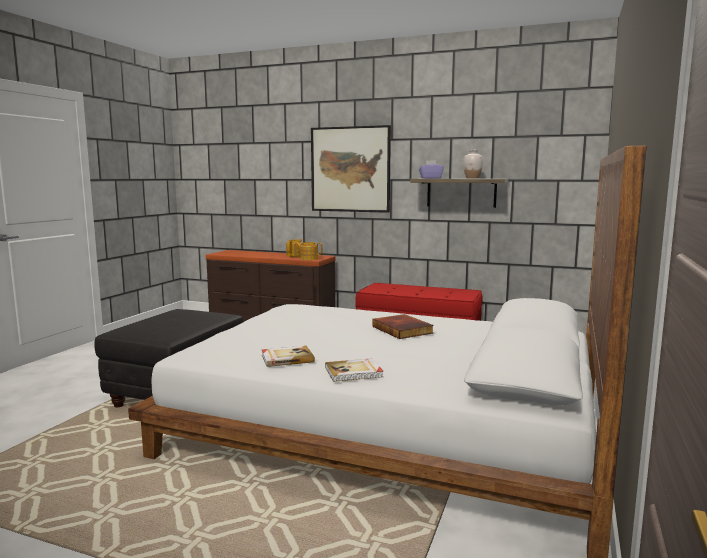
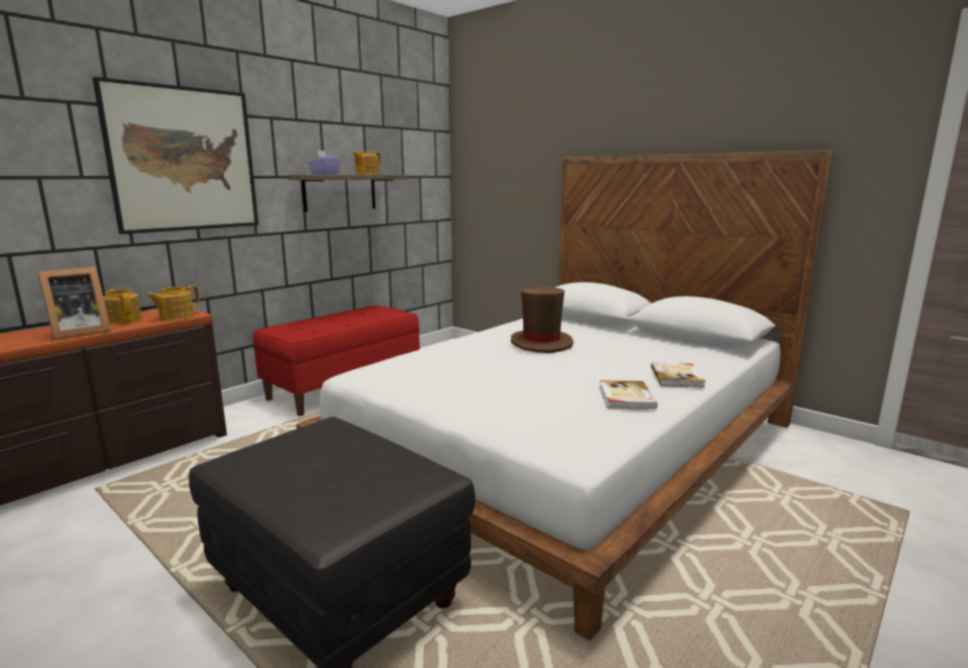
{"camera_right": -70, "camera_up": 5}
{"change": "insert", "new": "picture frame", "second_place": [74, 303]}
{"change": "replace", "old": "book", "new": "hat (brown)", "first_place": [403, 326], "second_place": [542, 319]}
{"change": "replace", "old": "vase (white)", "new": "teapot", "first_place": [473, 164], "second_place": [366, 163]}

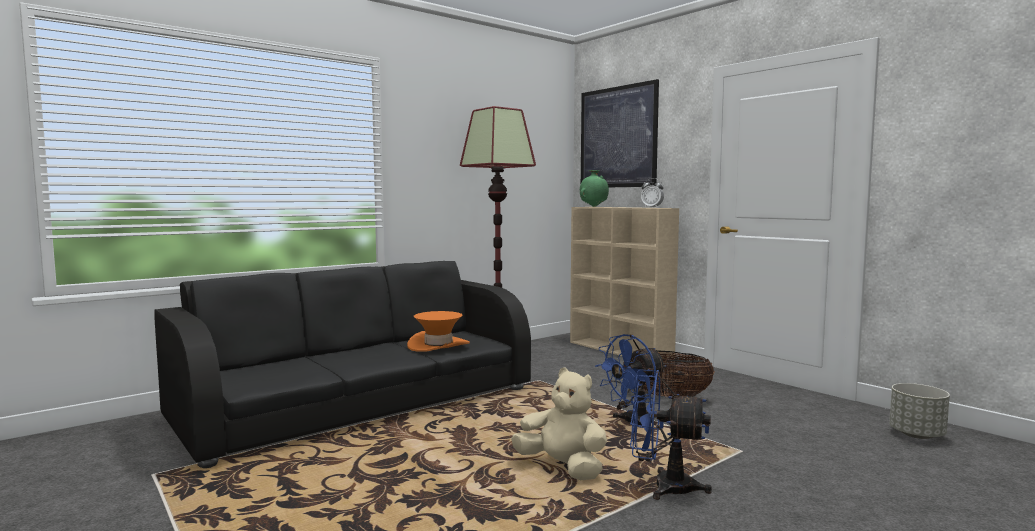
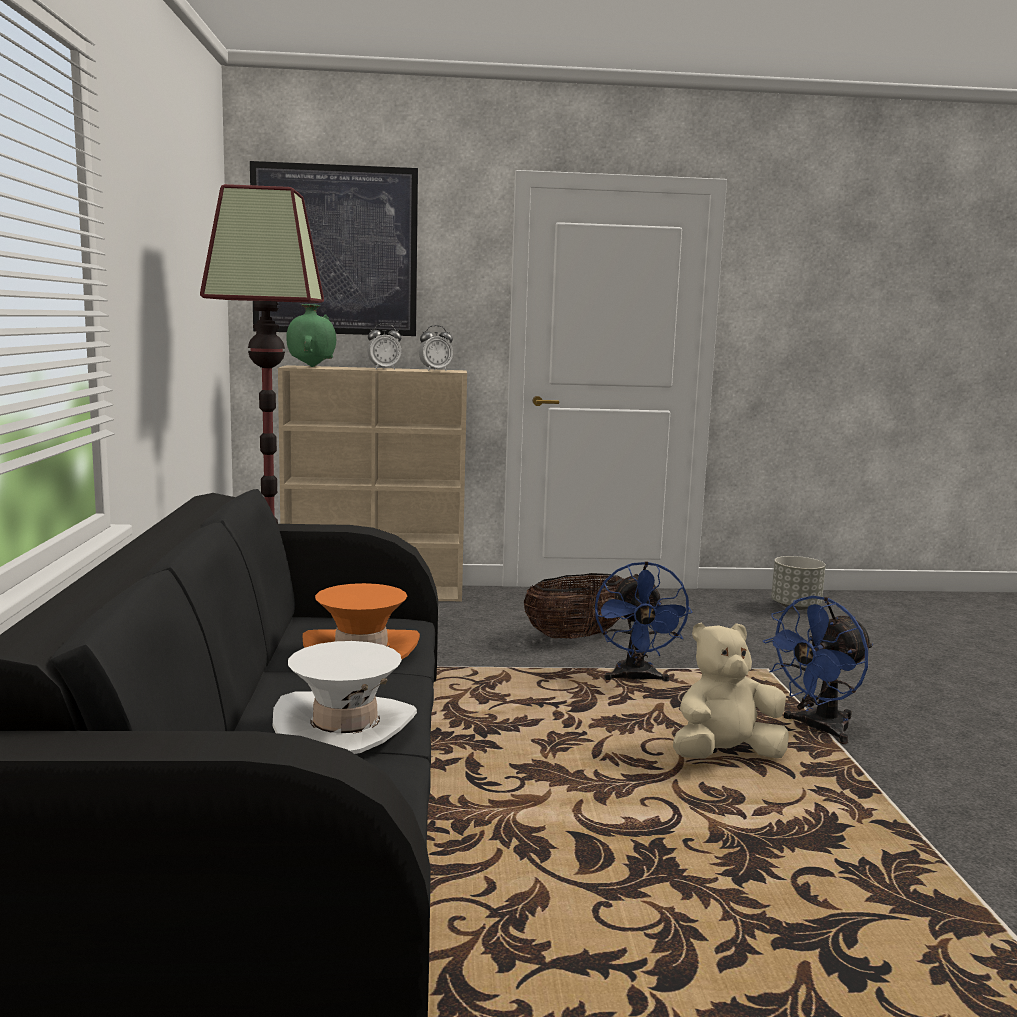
{"camera_right": -55, "camera_up": 5}
{"change": "insert", "new": "hat (white)", "second_place": [345, 697]}
{"change": "insert", "new": "alarm clock", "second_place": [384, 346]}

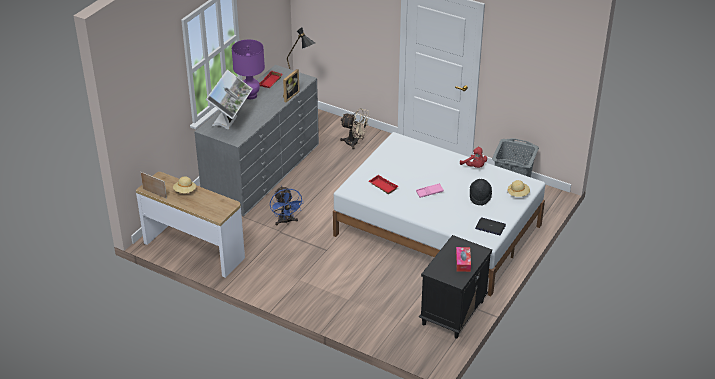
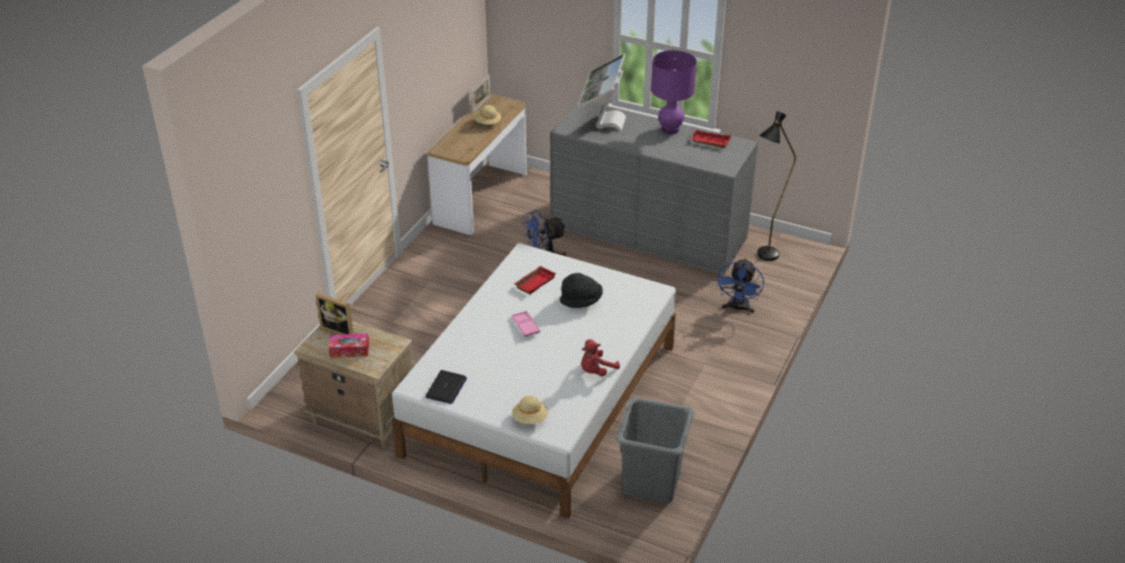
{"camera_right": 85, "camera_up": 0}
{"change": "move", "old": "picture frame", "first_place": [291, 85], "second_place": [335, 313]}
{"change": "move", "old": "hat (black)", "first_place": [481, 192], "second_place": [581, 290]}
{"change": "recolor", "old": "fan (beige)", "new": "fan (blue)", "first_place": [355, 128], "second_place": [740, 285]}
{"change": "recolor", "old": "nightstand (black)", "new": "nightstand (beige)", "first_place": [455, 287], "second_place": [353, 385]}
{"change": "rotate", "old": "monitor", "first_place": [229, 99], "second_place": [601, 92], "degrees": 90}

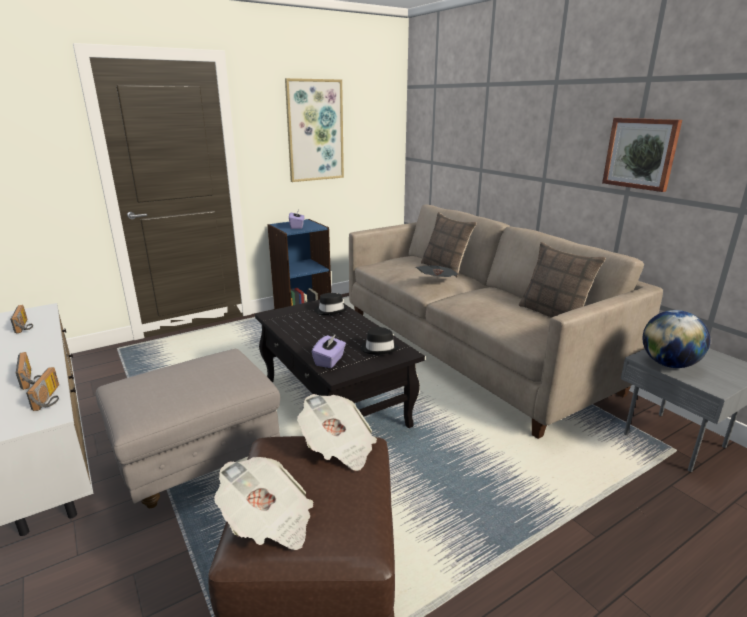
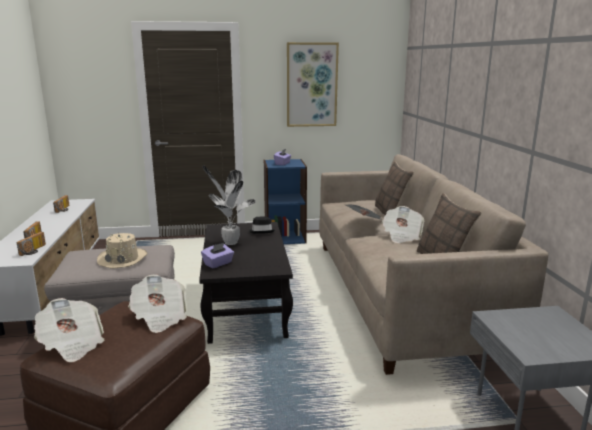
{"camera_right": 25, "camera_up": -5}
{"change": "delete", "old": "hat (black)", "first_place": [379, 340]}
{"change": "delete", "old": "picture", "first_place": [642, 155]}
{"change": "delete", "old": "globe", "first_place": [676, 339]}
{"change": "insert", "new": "hat (beige)", "second_place": [122, 250]}
{"change": "insert", "new": "potted plant", "second_place": [229, 205]}
{"change": "insert", "new": "newspaper", "second_place": [403, 224]}

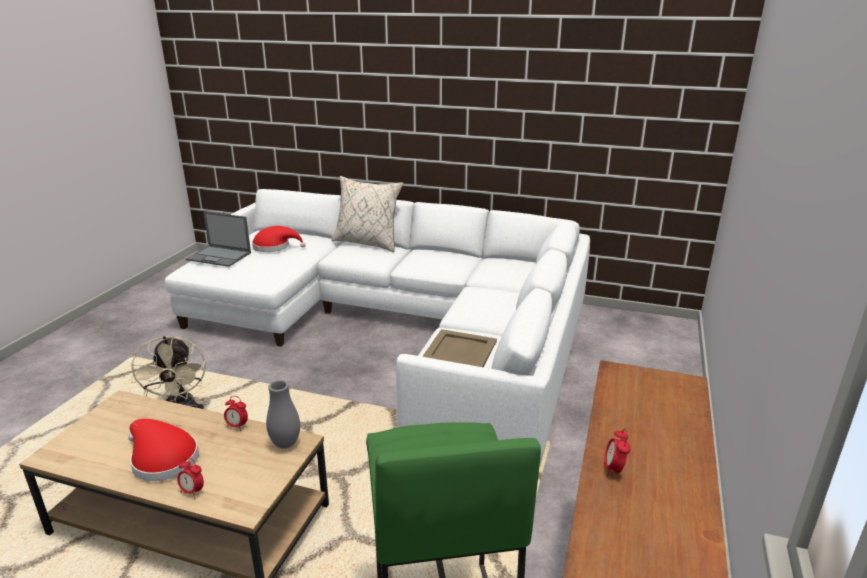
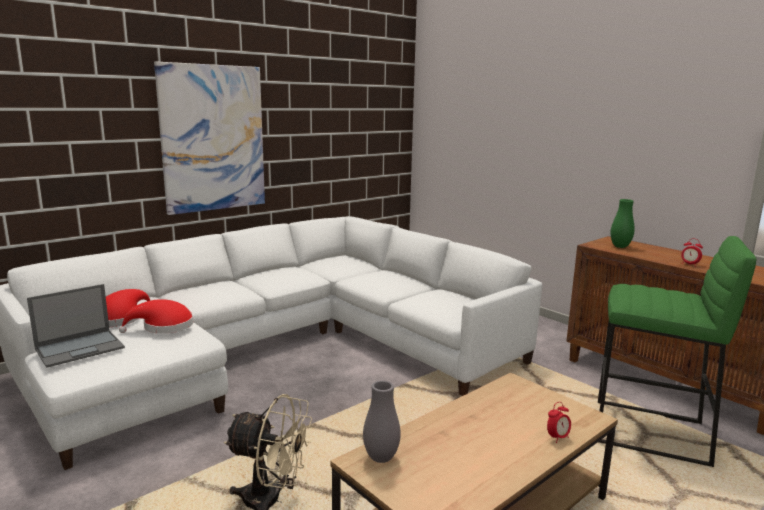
{"camera_right": -60, "camera_up": -10}
{"change": "delete", "old": "alarm clock", "first_place": [236, 413]}
{"change": "delete", "old": "pillow (beige)", "first_place": [367, 214]}
{"change": "delete", "old": "tray (beige)", "first_place": [459, 348]}
{"change": "insert", "new": "picture", "second_place": [209, 138]}
{"change": "insert", "new": "vase (green)", "second_place": [623, 223]}
{"change": "move", "old": "hat (red)", "first_place": [163, 450], "second_place": [156, 316]}
{"change": "move", "old": "vase (grey)", "first_place": [283, 414], "second_place": [382, 421]}

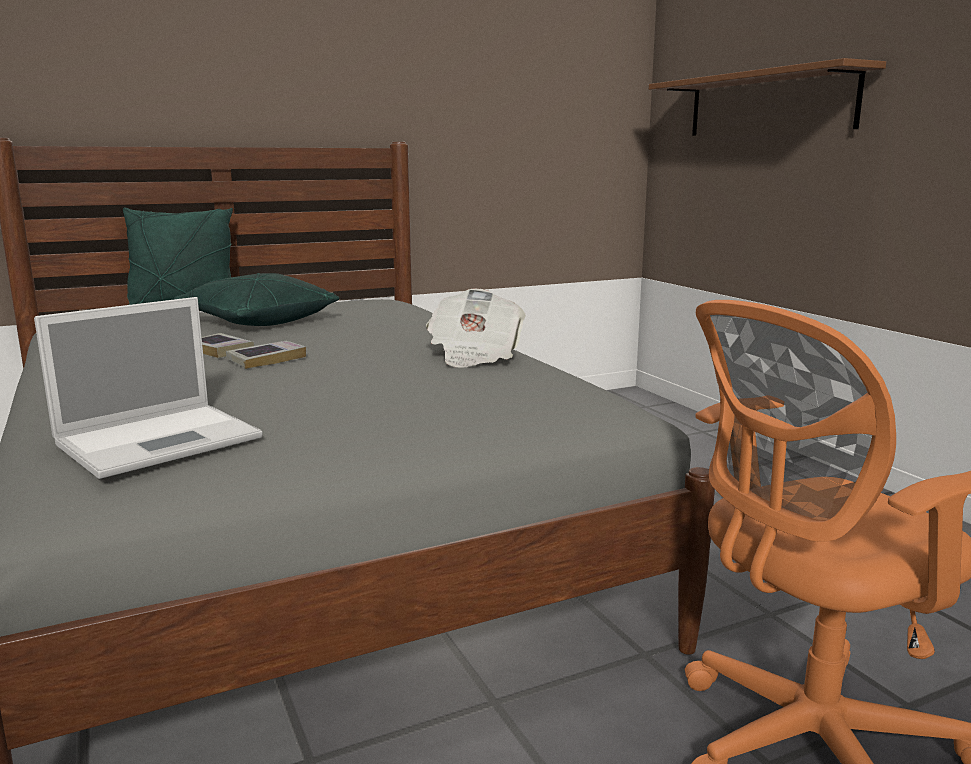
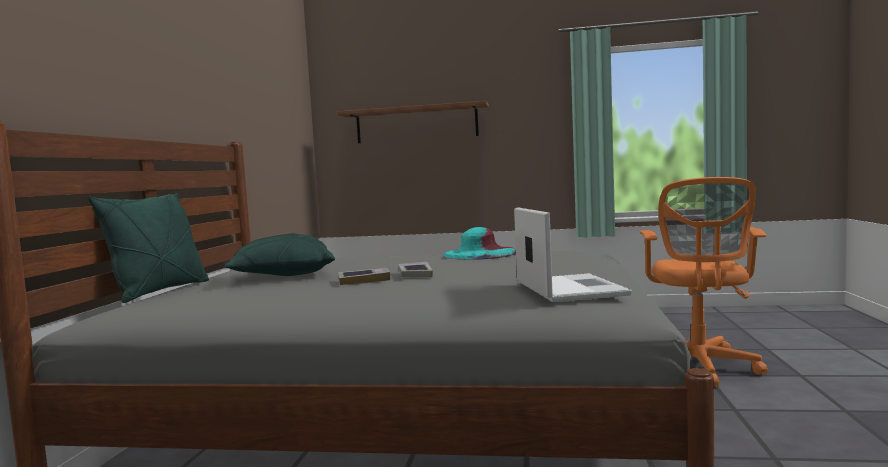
{"camera_right": -55, "camera_up": -10}
{"change": "replace", "old": "newspaper", "new": "hat (turquoise)", "first_place": [476, 328], "second_place": [479, 243]}

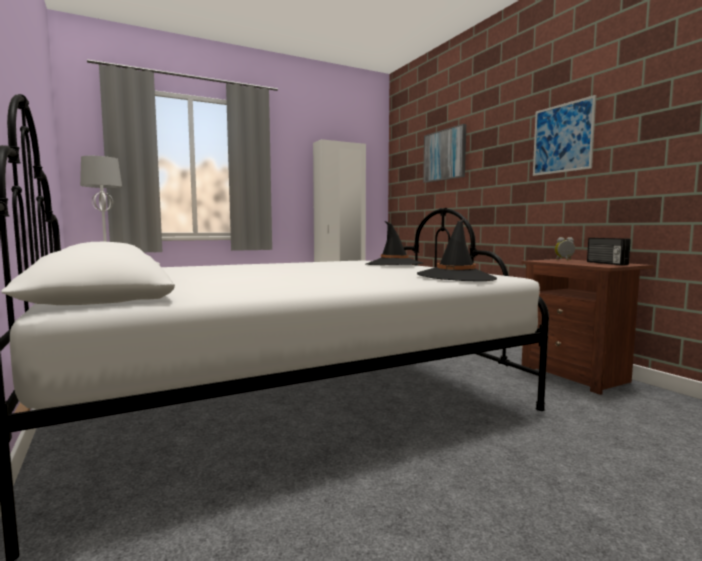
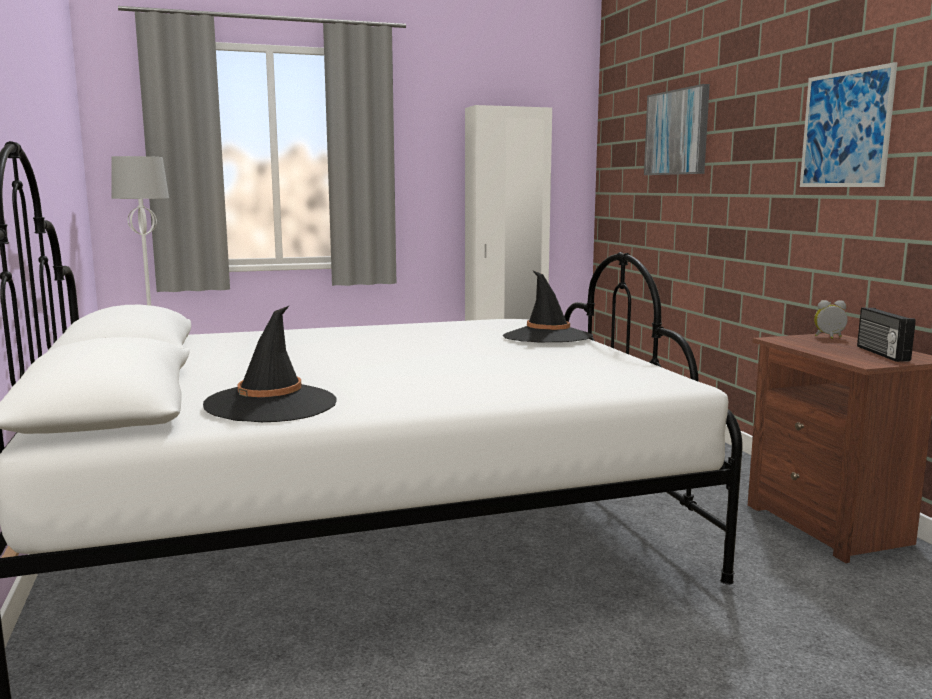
{"camera_right": 10, "camera_up": 5}
{"change": "move", "old": "hat (black)", "first_place": [457, 249], "second_place": [270, 363]}

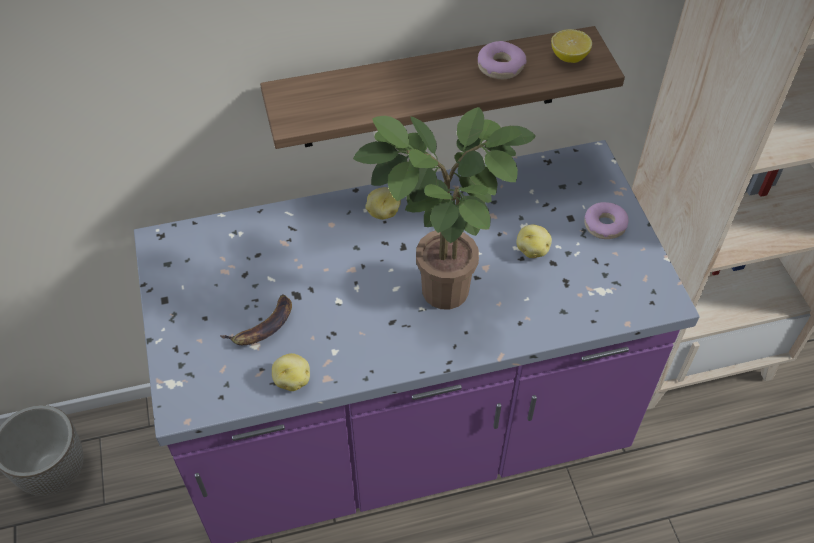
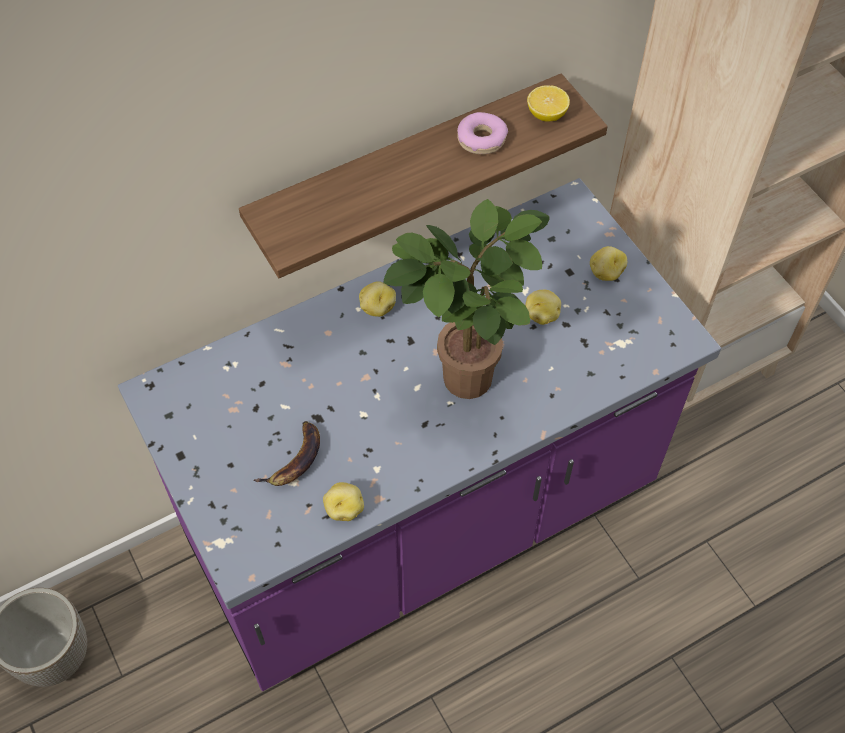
{"camera_right": -15, "camera_up": 5}
{"change": "replace", "old": "donut", "new": "potato", "first_place": [606, 220], "second_place": [608, 263]}

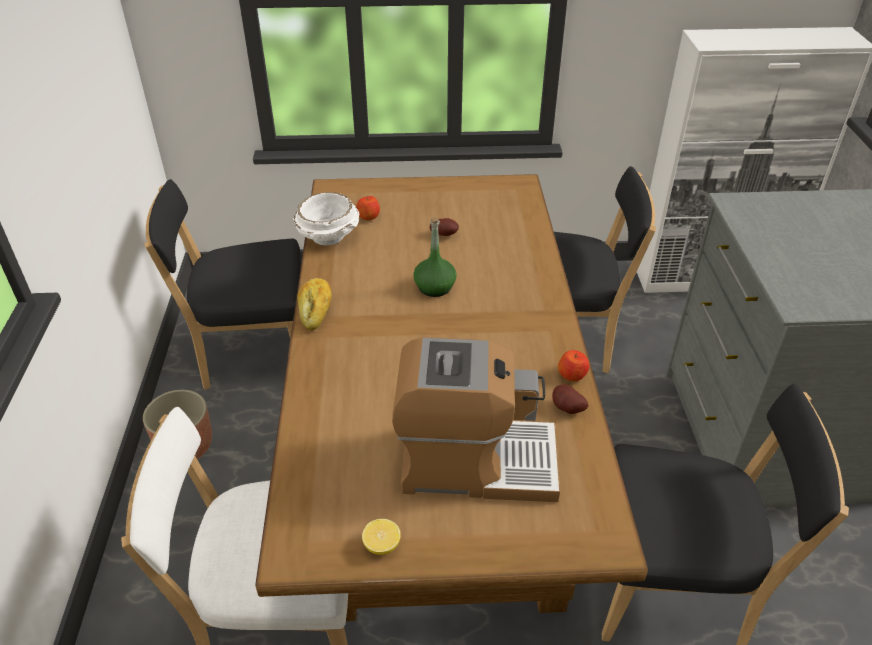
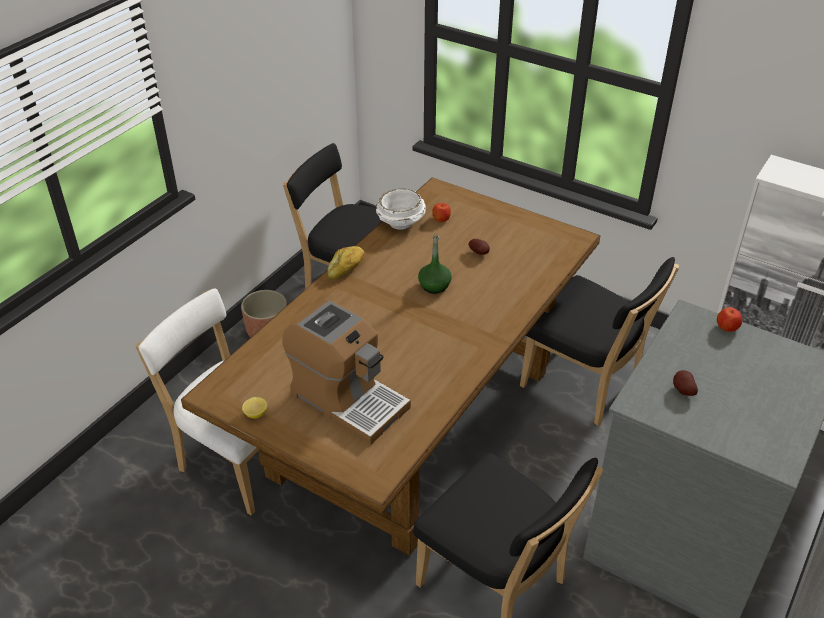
{"camera_right": 35, "camera_up": 0}
{"change": "move", "old": "potato", "first_place": [570, 399], "second_place": [685, 383]}
{"change": "move", "old": "apple", "first_place": [574, 365], "second_place": [729, 319]}

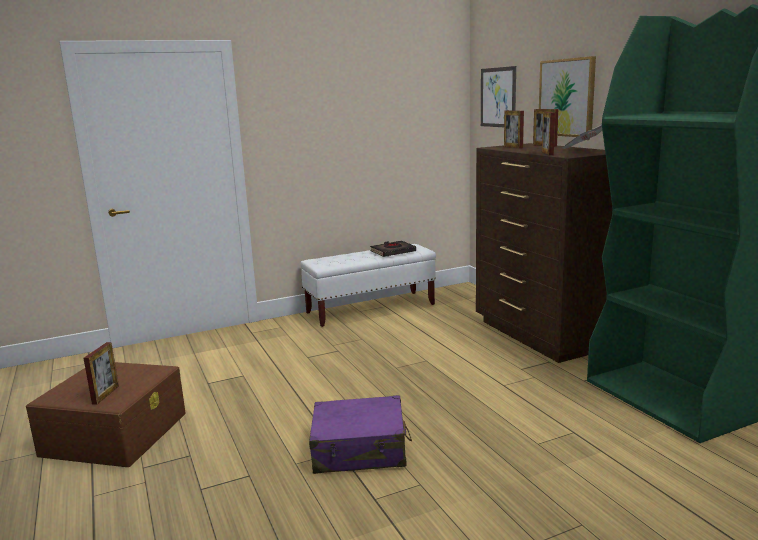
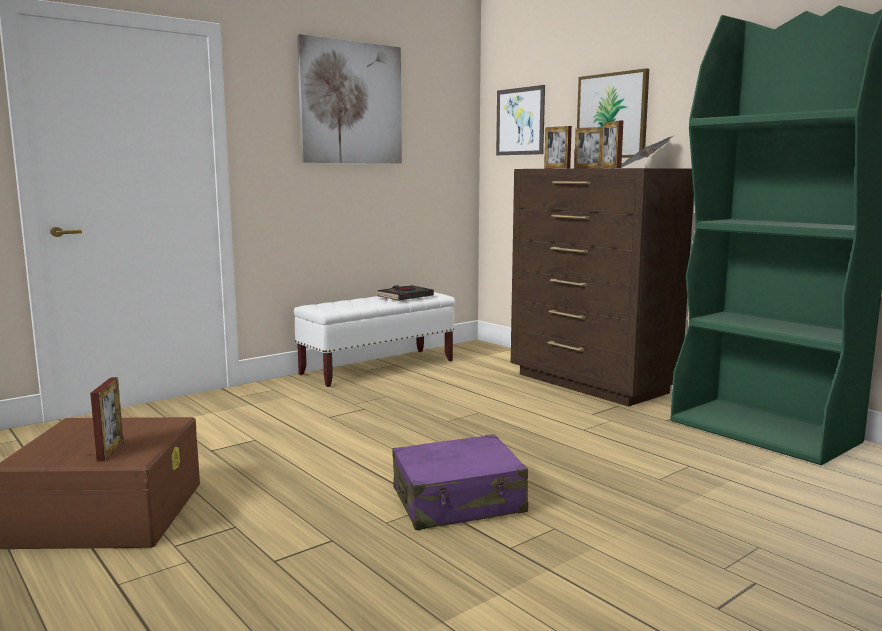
{"camera_right": -15, "camera_up": -5}
{"change": "insert", "new": "picture", "second_place": [349, 98]}

